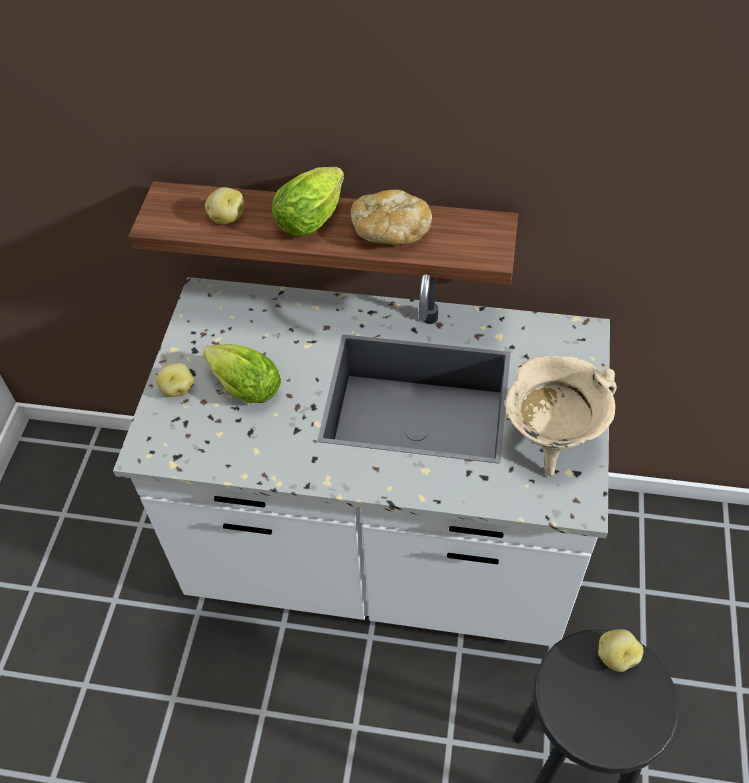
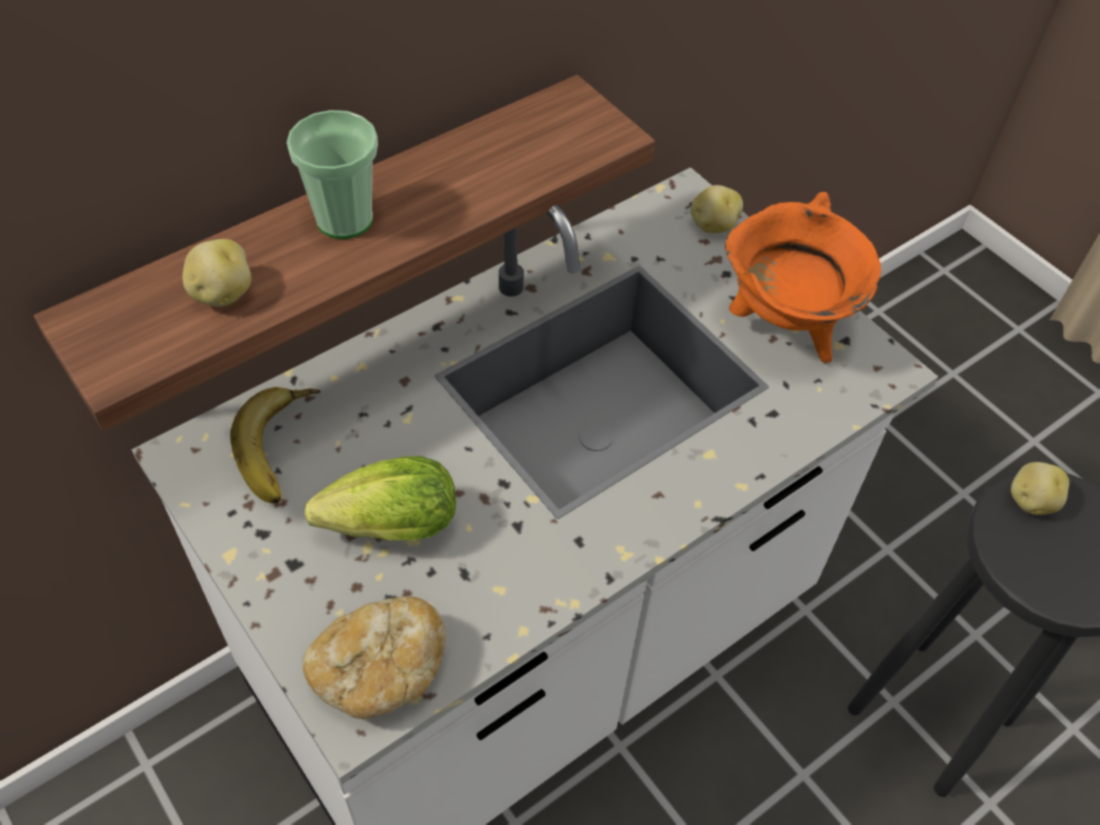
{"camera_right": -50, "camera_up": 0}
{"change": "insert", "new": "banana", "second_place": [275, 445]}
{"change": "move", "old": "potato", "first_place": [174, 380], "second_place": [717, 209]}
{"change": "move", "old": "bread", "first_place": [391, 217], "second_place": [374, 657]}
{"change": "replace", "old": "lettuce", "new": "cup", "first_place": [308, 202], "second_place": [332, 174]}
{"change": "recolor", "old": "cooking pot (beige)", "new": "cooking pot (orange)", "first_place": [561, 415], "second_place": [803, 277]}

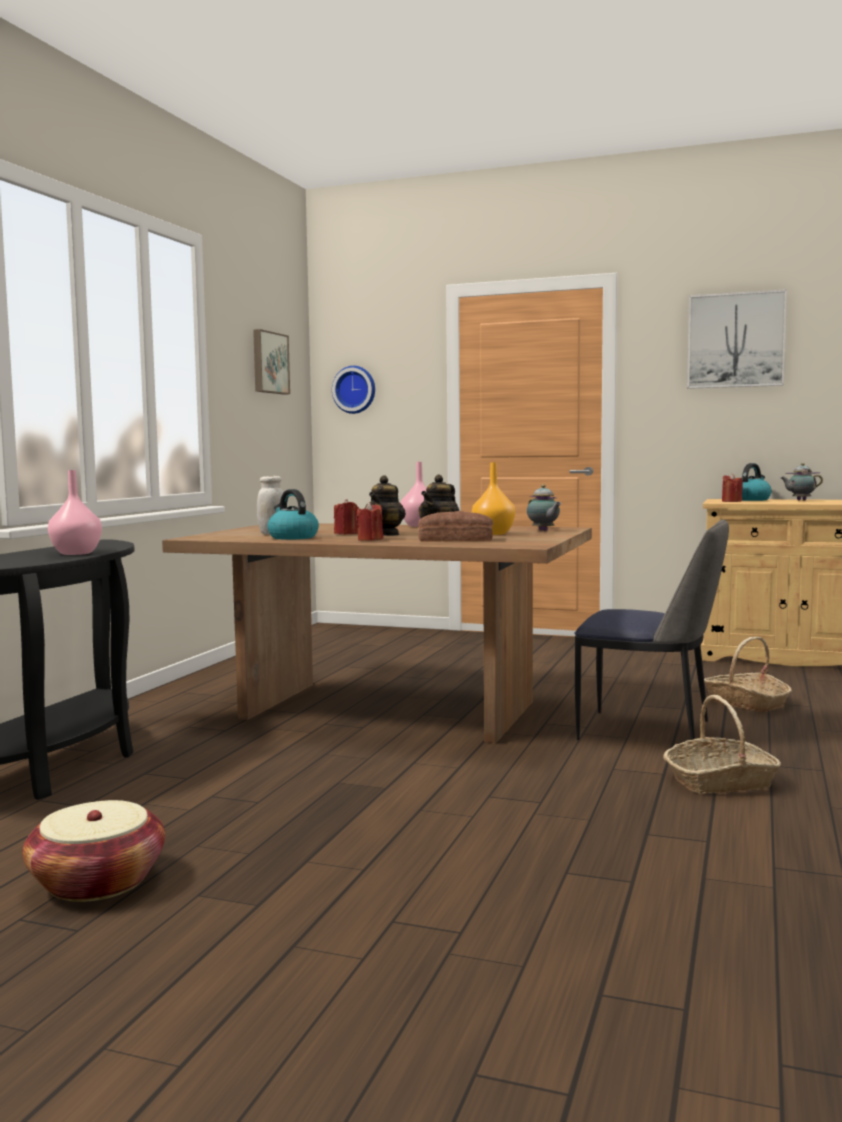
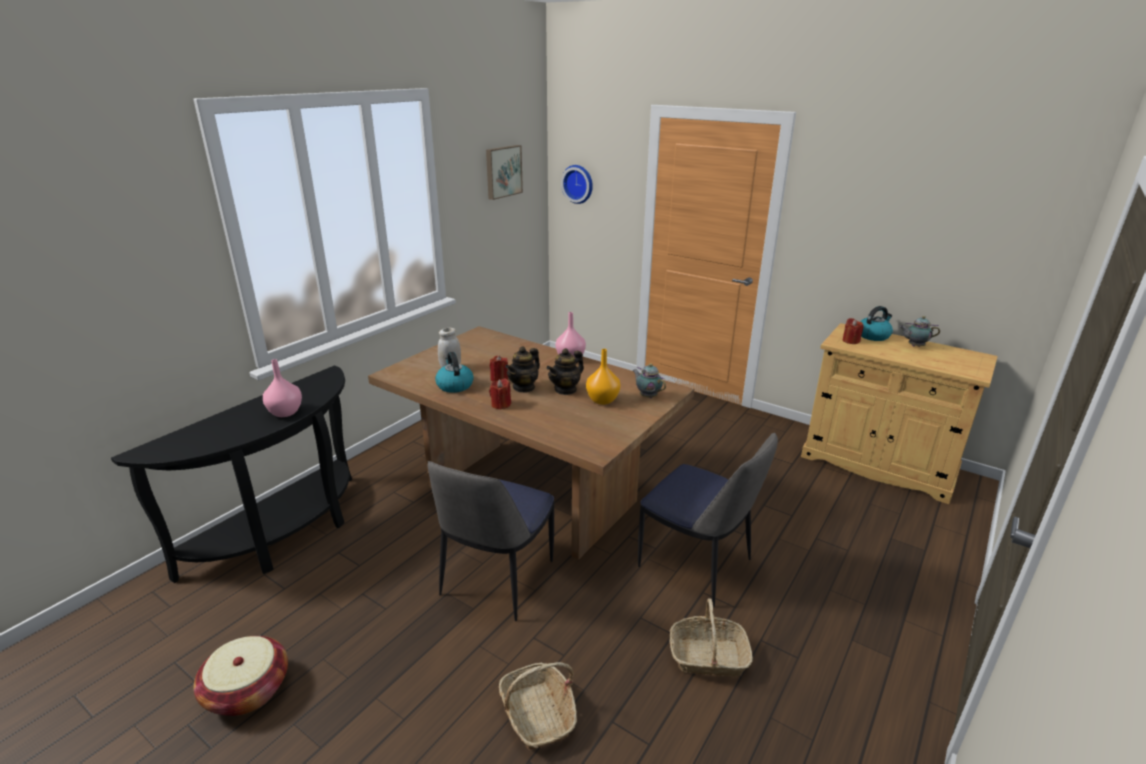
{"camera_right": 15, "camera_up": 20}
{"change": "delete", "old": "bread", "first_place": [455, 526]}
{"change": "delete", "old": "picture", "first_place": [737, 339]}
{"change": "insert", "new": "chair", "second_place": [490, 541]}
{"change": "move", "old": "basket", "first_place": [748, 674], "second_place": [538, 706]}
{"change": "rotate", "old": "teapot", "first_place": [544, 508], "second_place": [649, 380], "degrees": 150}

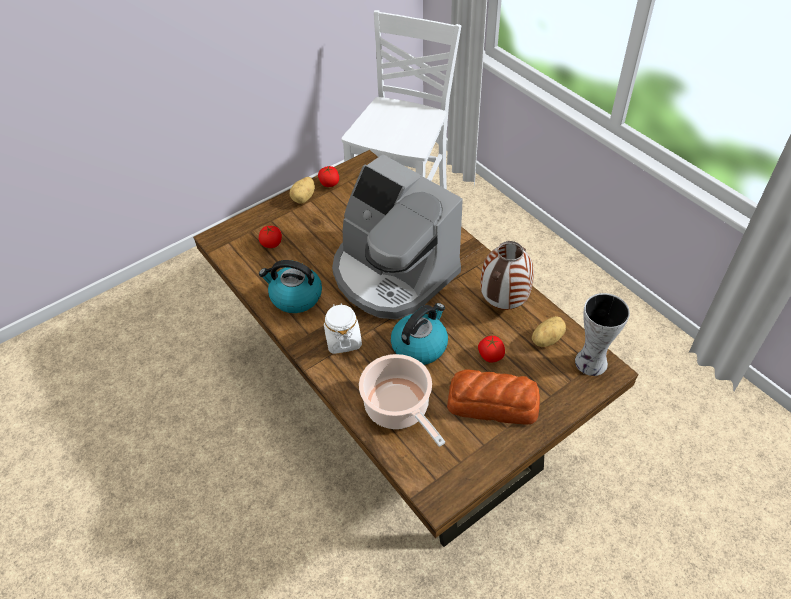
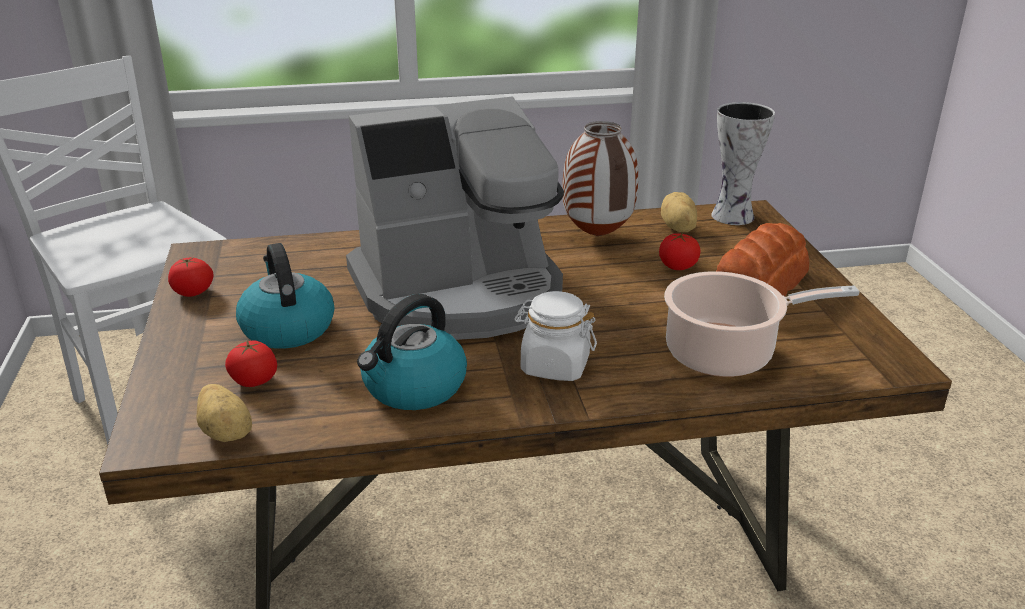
{"camera_right": -65, "camera_up": -20}
{"change": "move", "old": "potato", "first_place": [302, 190], "second_place": [224, 413]}
{"change": "move", "old": "kettle", "first_place": [419, 334], "second_place": [285, 296]}

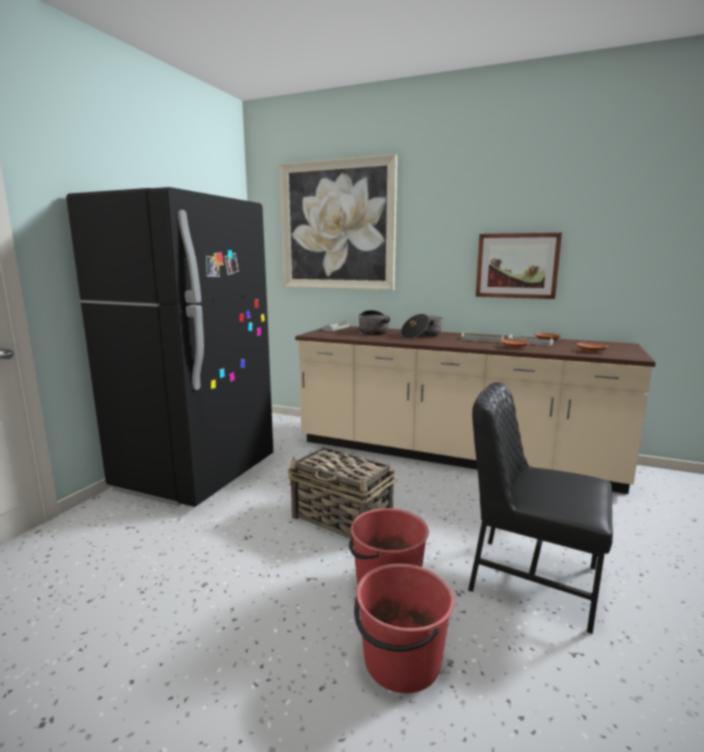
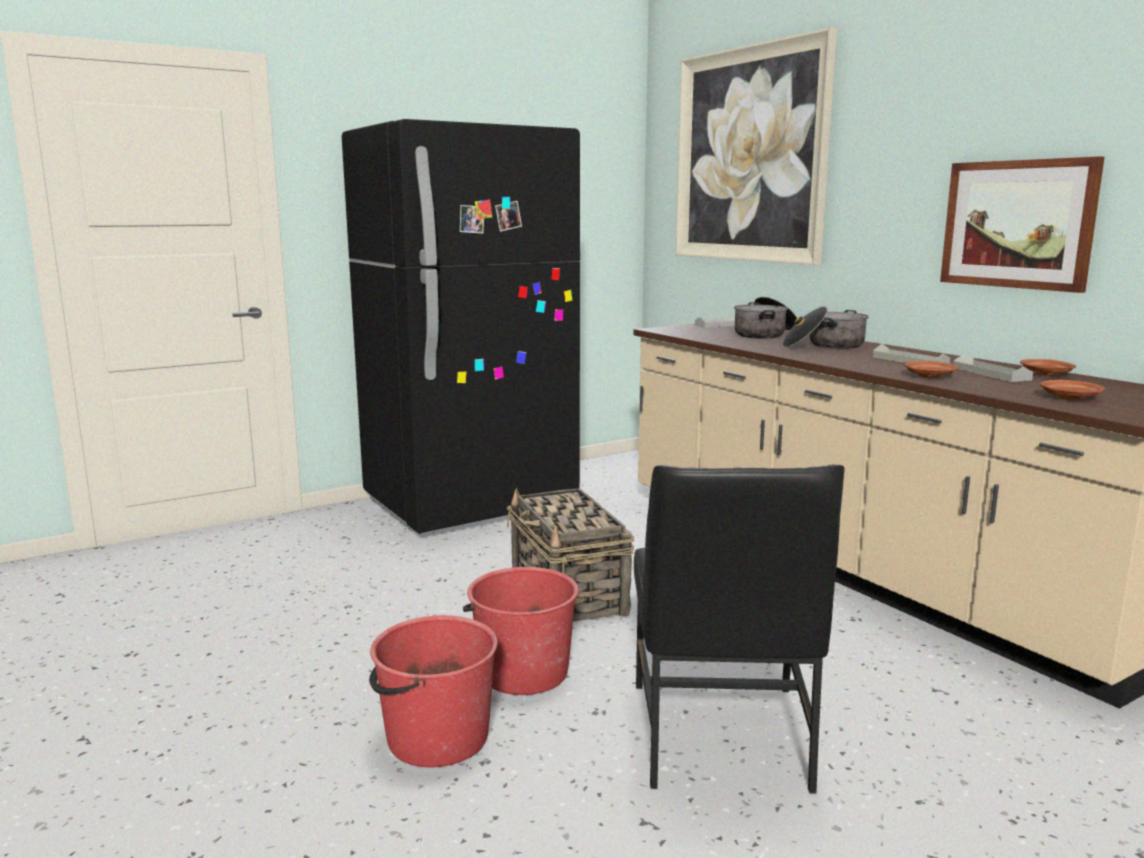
{"camera_right": 35, "camera_up": 0}
{"change": "rotate", "old": "chair (black)", "first_place": [540, 508], "second_place": [739, 629], "degrees": -150}

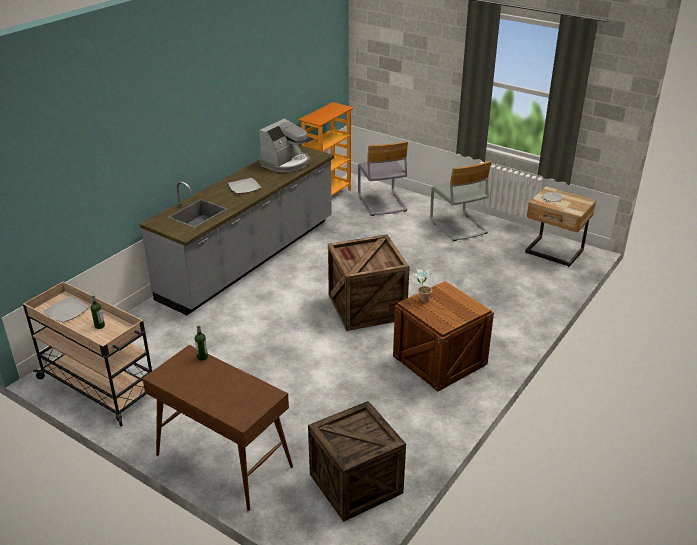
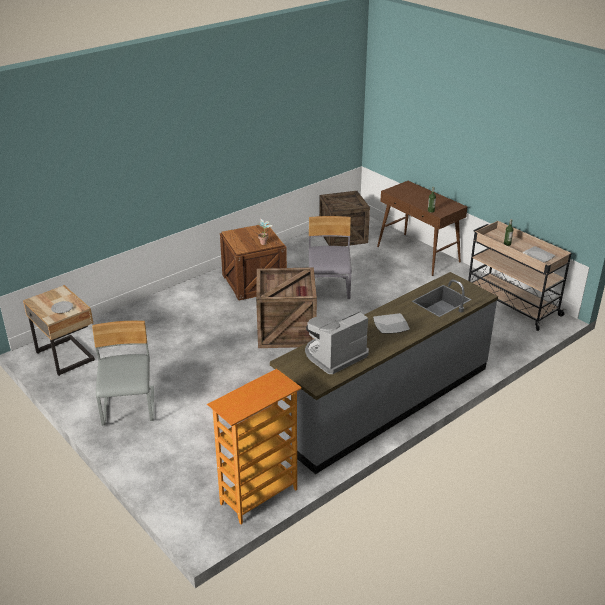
{"camera_right": -165, "camera_up": 0}
{"change": "move", "old": "chair (grey)", "first_place": [383, 178], "second_place": [330, 257]}

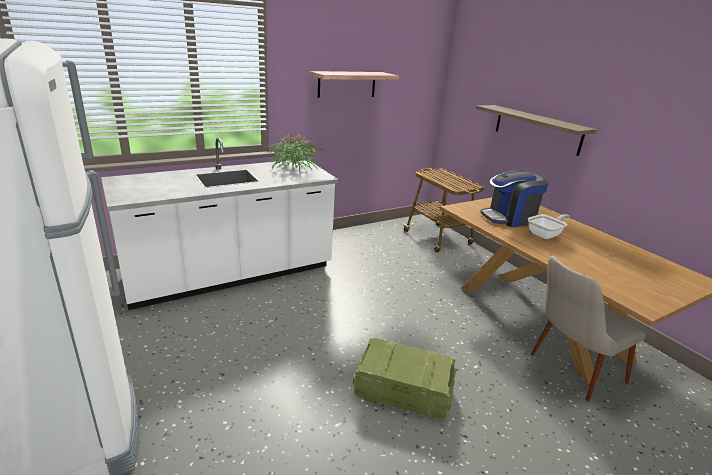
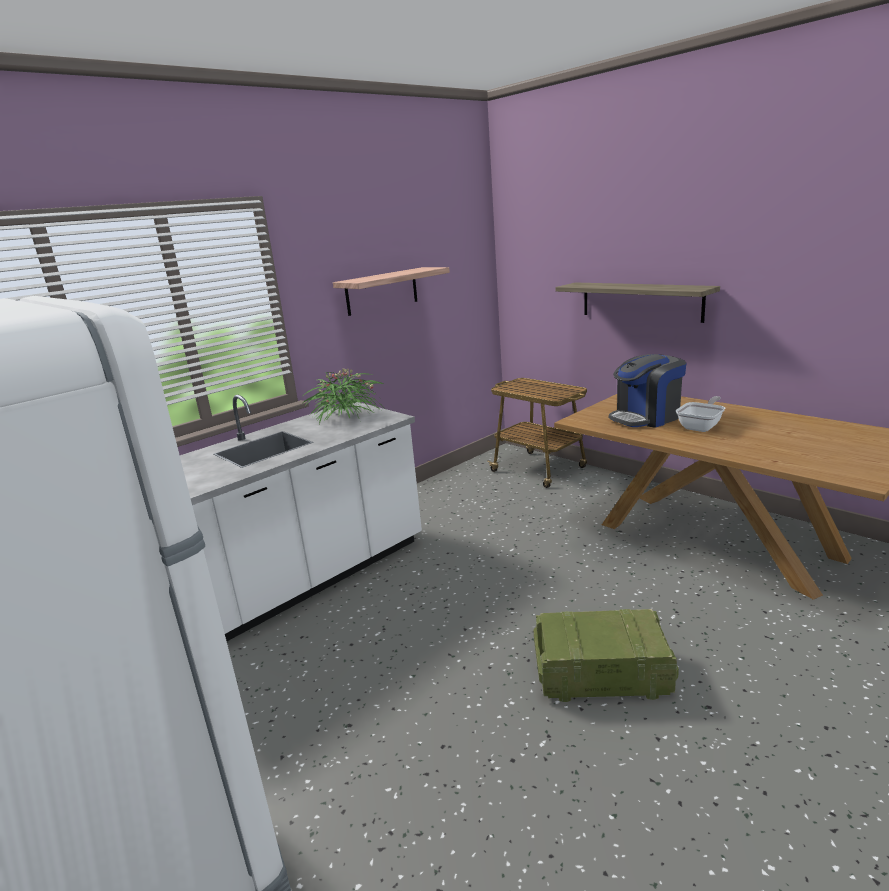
{"camera_right": -10, "camera_up": -5}
{"change": "delete", "old": "chair (beige)", "first_place": [588, 328]}

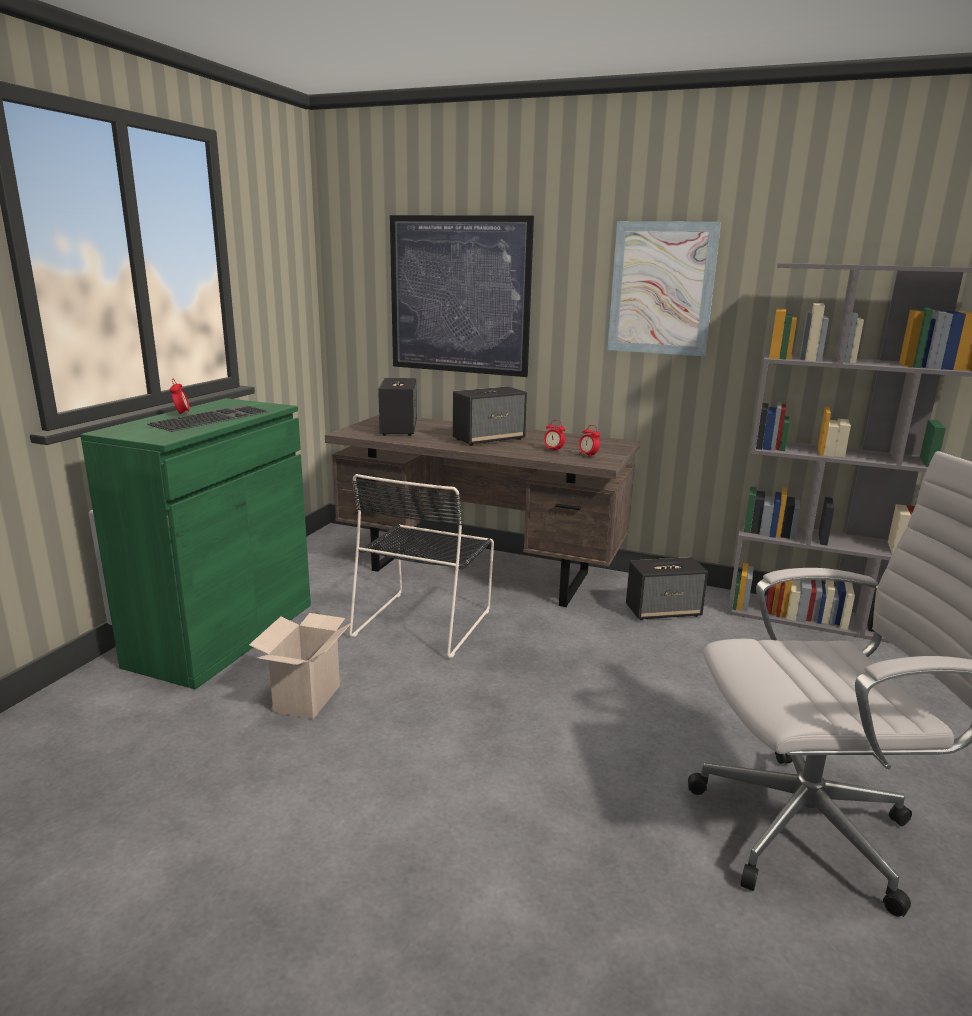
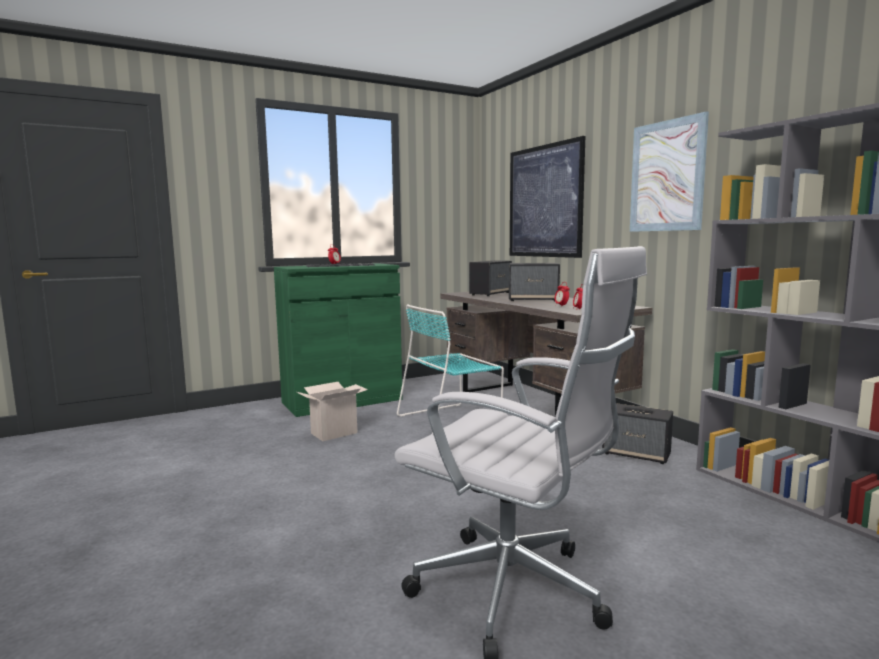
{"camera_right": 40, "camera_up": -10}
{"change": "recolor", "old": "chair (black)", "new": "chair (turquoise)", "first_place": [421, 566], "second_place": [450, 369]}

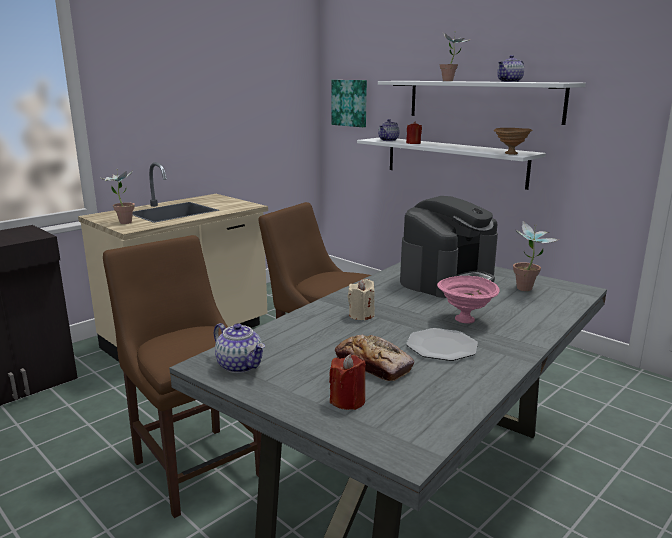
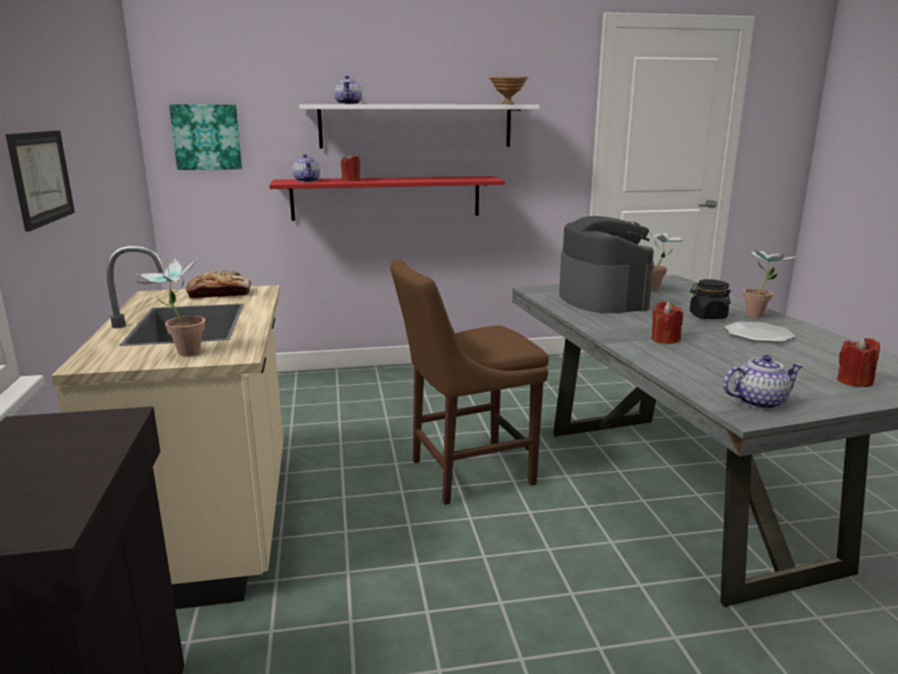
{"camera_right": -55, "camera_up": 0}
{"change": "delete", "old": "chair (brown)", "first_place": [182, 376]}
{"change": "insert", "new": "picture", "second_place": [40, 181]}
{"change": "move", "old": "bread", "first_place": [374, 357], "second_place": [218, 284]}
{"change": "move", "old": "potted plant", "first_place": [455, 56], "second_place": [769, 281]}
{"change": "move", "old": "bowl (brown)", "first_place": [513, 141], "second_place": [509, 90]}
{"change": "move", "old": "teapot", "first_place": [510, 68], "second_place": [348, 89]}
{"change": "replace", "old": "bowl (pink)", "new": "jar (black)", "first_place": [468, 300], "second_place": [710, 299]}
{"change": "recolor", "old": "candle (beige)", "new": "candle (red)", "first_place": [361, 299], "second_place": [667, 322]}
{"change": "recolor", "old": "shelf (white)", "new": "shelf (red)", "first_place": [451, 164], "second_place": [387, 198]}

